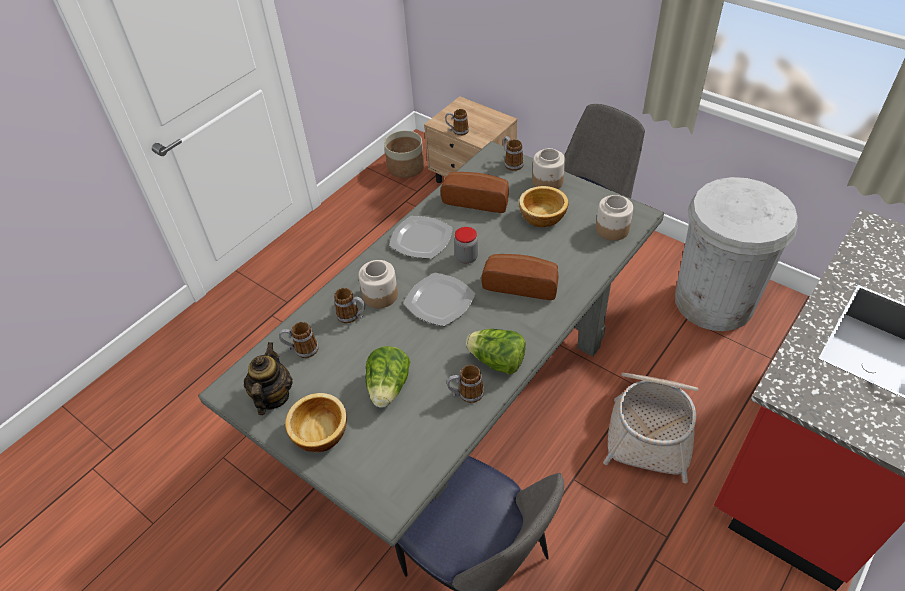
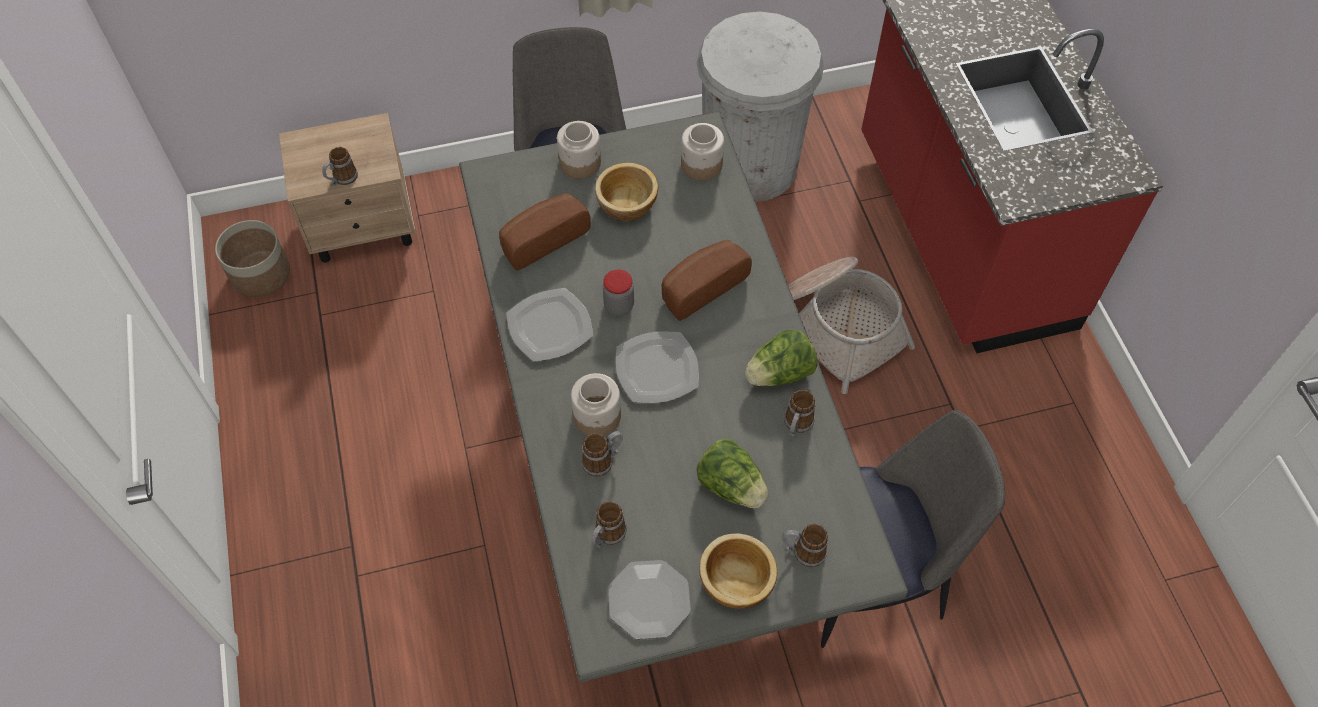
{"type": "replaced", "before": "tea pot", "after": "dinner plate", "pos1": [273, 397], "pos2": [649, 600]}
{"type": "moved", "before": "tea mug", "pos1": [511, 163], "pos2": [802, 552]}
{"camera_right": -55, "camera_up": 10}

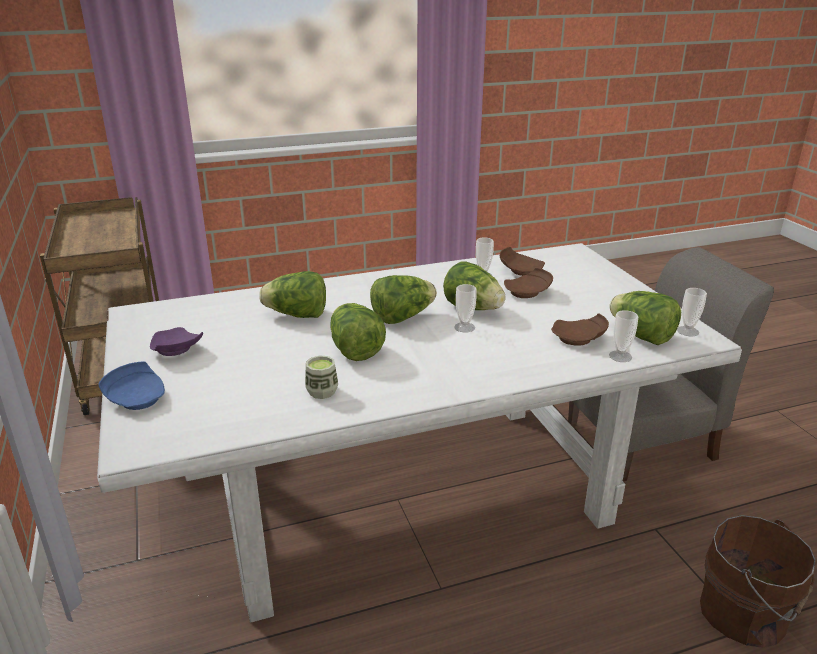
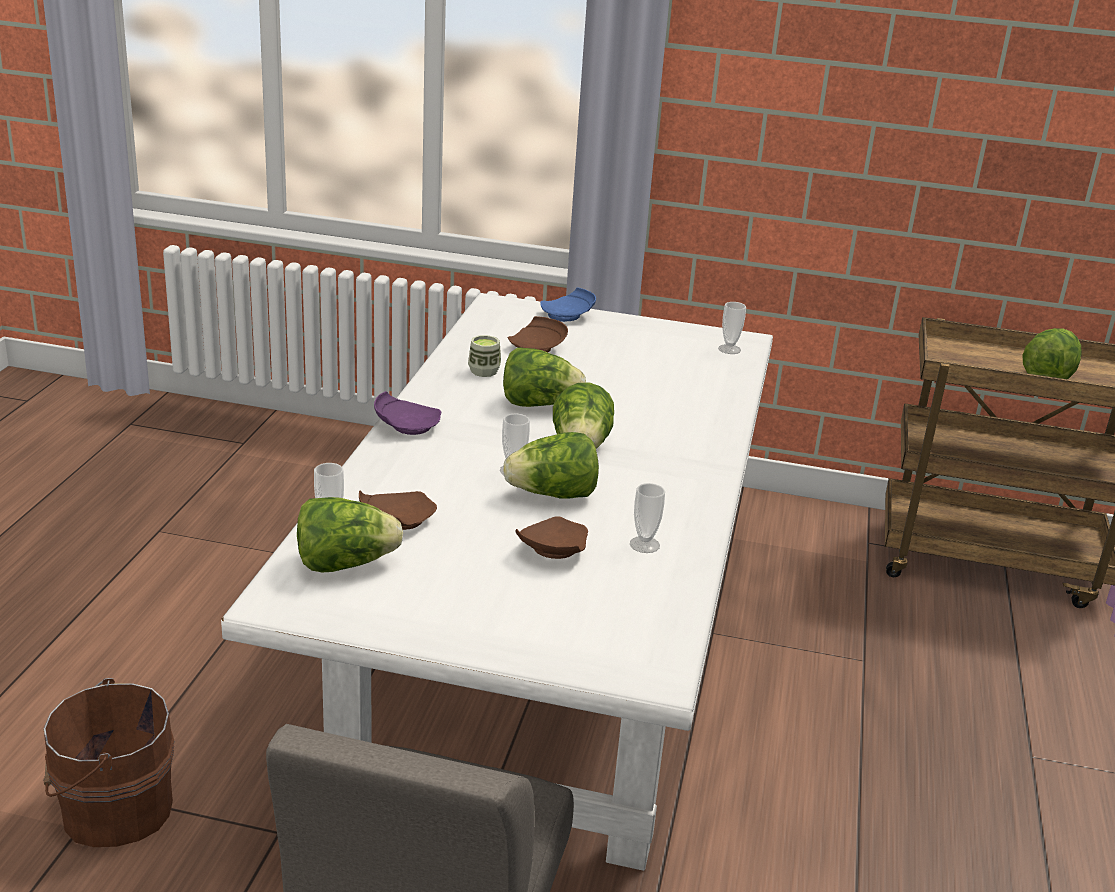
{"type": "moved", "before": "purple dinner plate", "pos1": [175, 351], "pos2": [406, 426]}
{"type": "moved", "before": "brown-coloured dinner plate", "pos1": [520, 270], "pos2": [537, 348]}
{"type": "moved", "before": "cup", "pos1": [687, 331], "pos2": [729, 349]}
{"type": "moved", "before": "lettuce", "pos1": [297, 315], "pos2": [1048, 375]}
{"camera_right": 120, "camera_up": 0}

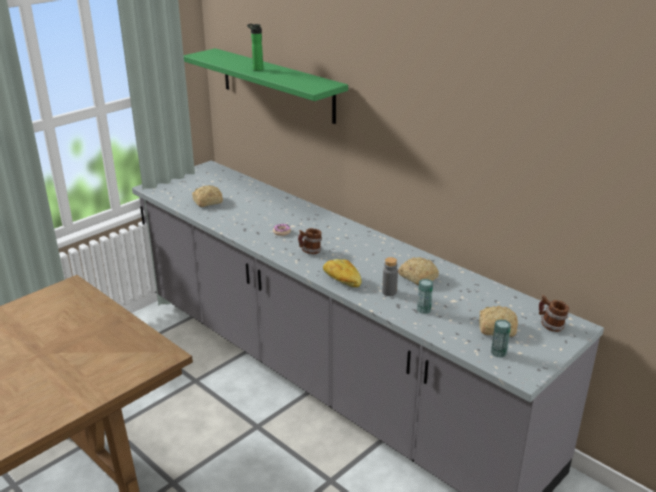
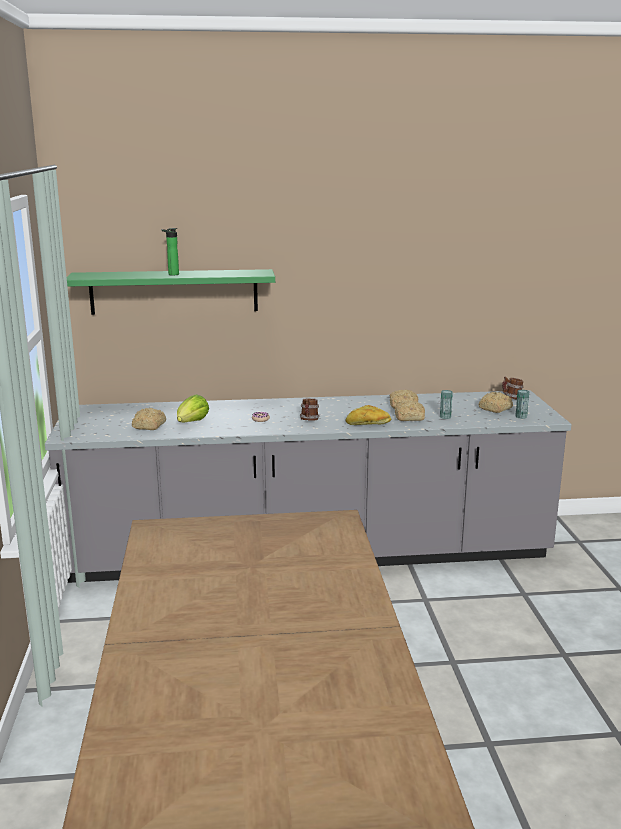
{"type": "added", "after": "lettuce", "pos2": [192, 423]}
{"type": "replaced", "before": "grey drink bottle", "after": "bakery bread", "pos1": [389, 292], "pos2": [408, 418]}
{"camera_right": -50, "camera_up": -10}

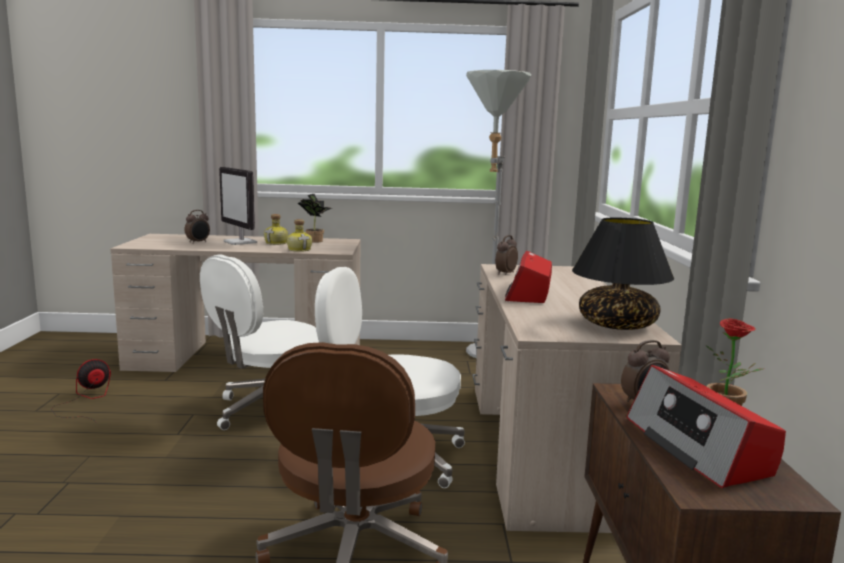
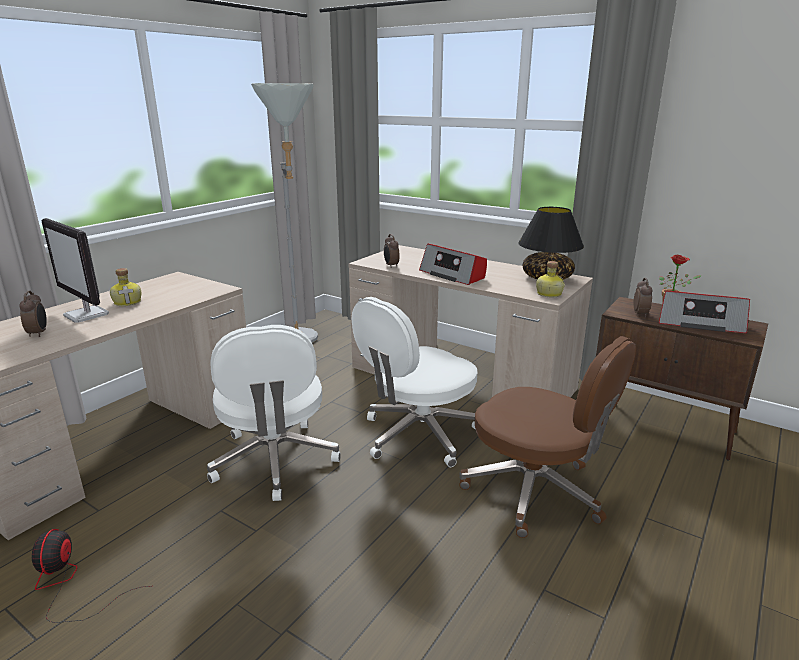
{"type": "turned", "before": "monitor", "pos1": [241, 242], "pos2": [87, 315], "turn": 45}
{"type": "moved", "before": "drink bottle", "pos1": [300, 250], "pos2": [548, 294]}
{"type": "removed", "before": "potted plant", "pos1": [314, 240]}
{"camera_right": -55, "camera_up": 10}

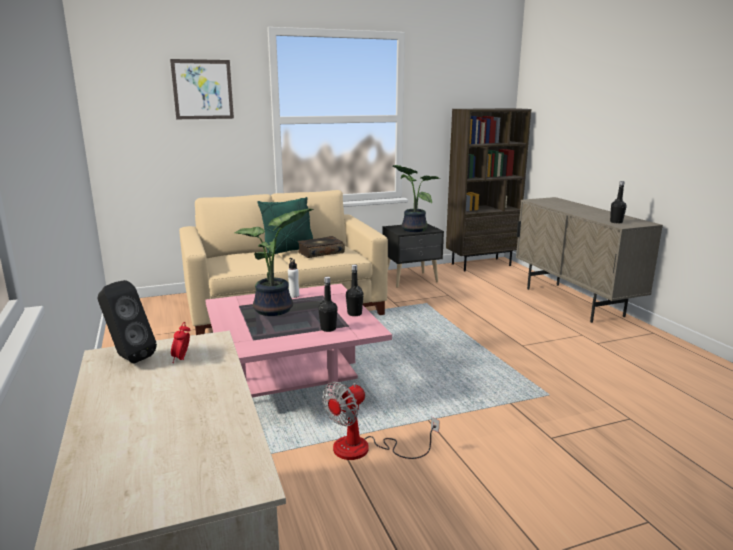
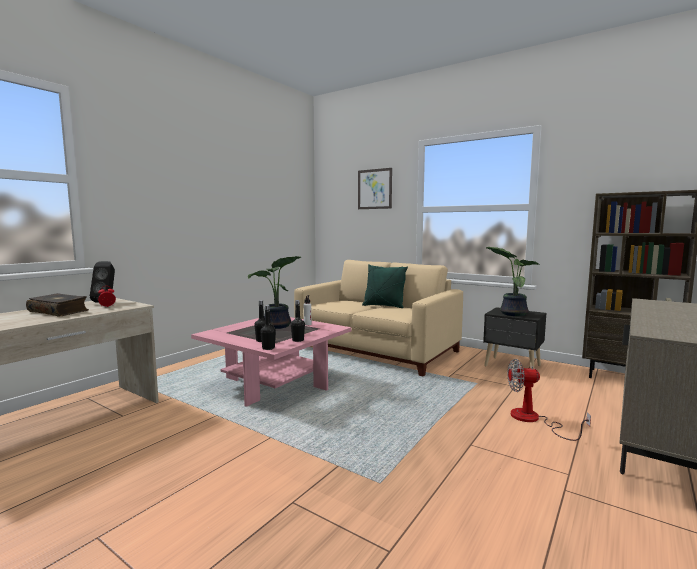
{"type": "moved", "before": "bound book", "pos1": [320, 252], "pos2": [59, 311]}
{"type": "moved", "before": "black drink bottle", "pos1": [616, 222], "pos2": [268, 348]}
{"type": "moved", "before": "electric fan", "pos1": [365, 449], "pos2": [533, 420]}
{"camera_right": 55, "camera_up": -10}

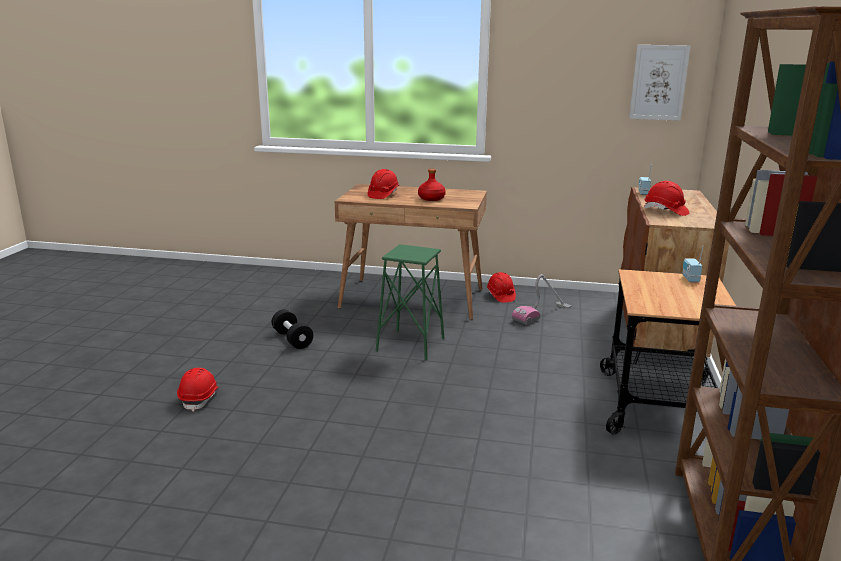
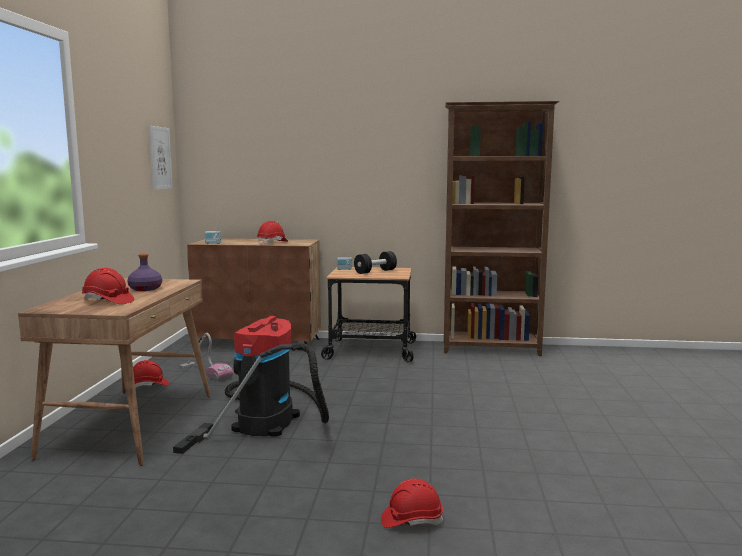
{"type": "recoloured", "before": "reddish drink bottle", "after": "purple drink bottle", "pos1": [431, 199], "pos2": [146, 289]}
{"type": "replaced", "before": "greenish sitting stool", "after": "vacuum", "pos1": [410, 345], "pos2": [267, 420]}
{"type": "moved", "before": "black hand weight", "pos1": [292, 339], "pos2": [375, 271]}
{"camera_right": -95, "camera_up": -10}

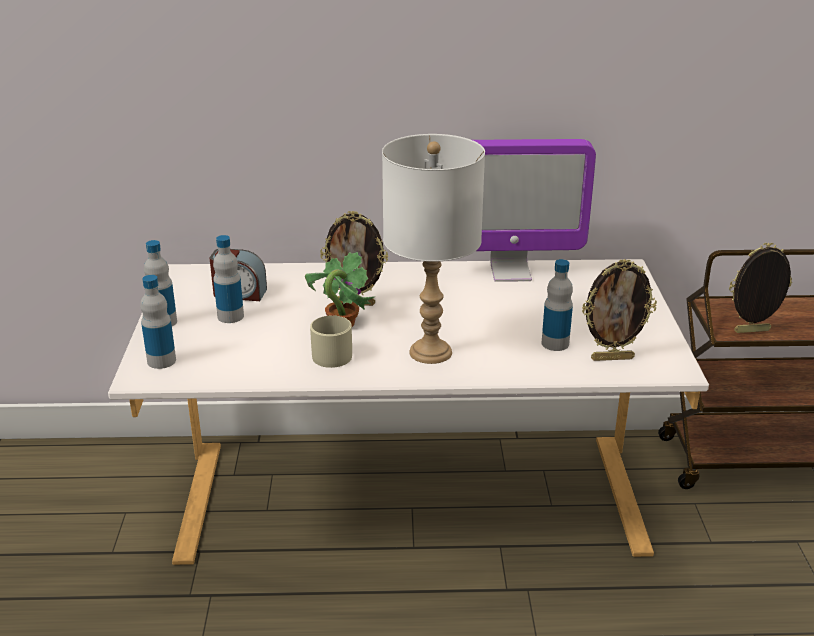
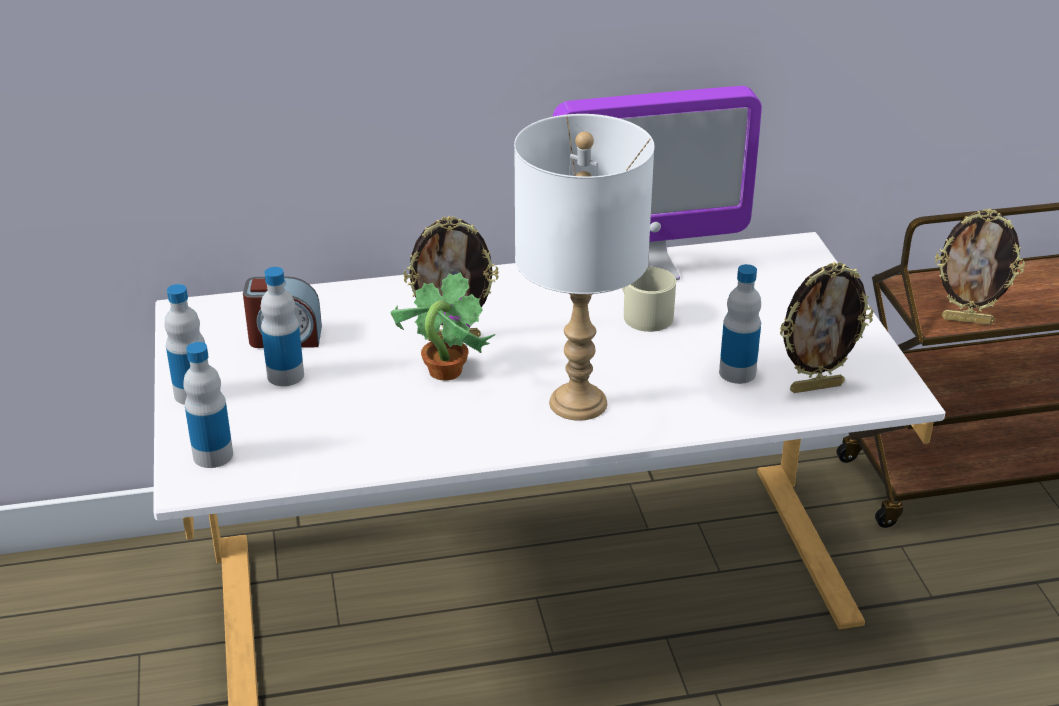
{"type": "moved", "before": "beige-coloured tea mug", "pos1": [329, 354], "pos2": [643, 315]}
{"type": "turned", "before": "picture frame", "pos1": [752, 332], "pos2": [967, 320], "turn": -150}
{"camera_right": -10, "camera_up": 5}

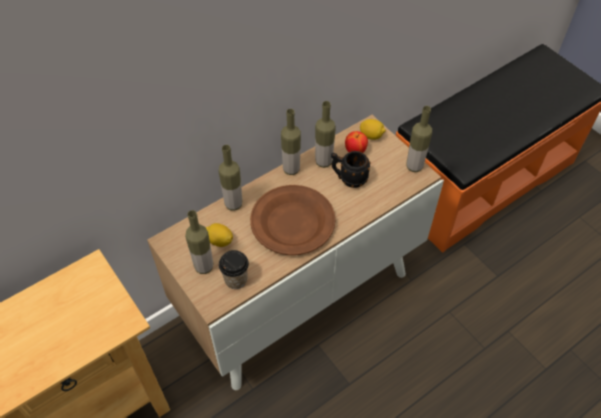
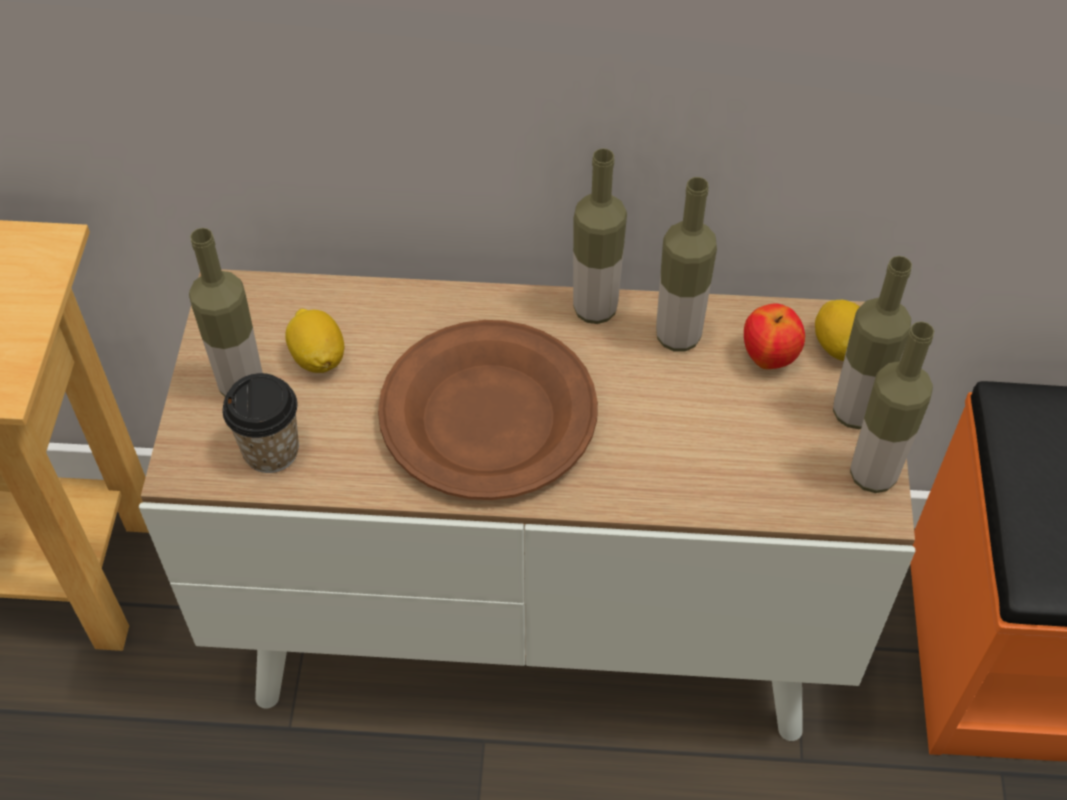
{"type": "moved", "before": "drink bottle", "pos1": [233, 204], "pos2": [855, 412]}
{"type": "removed", "before": "black tea mug", "pos1": [348, 179]}
{"camera_right": 40, "camera_up": 0}

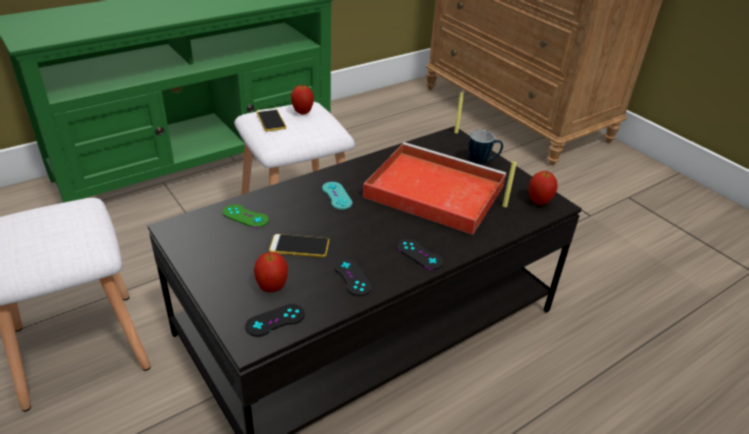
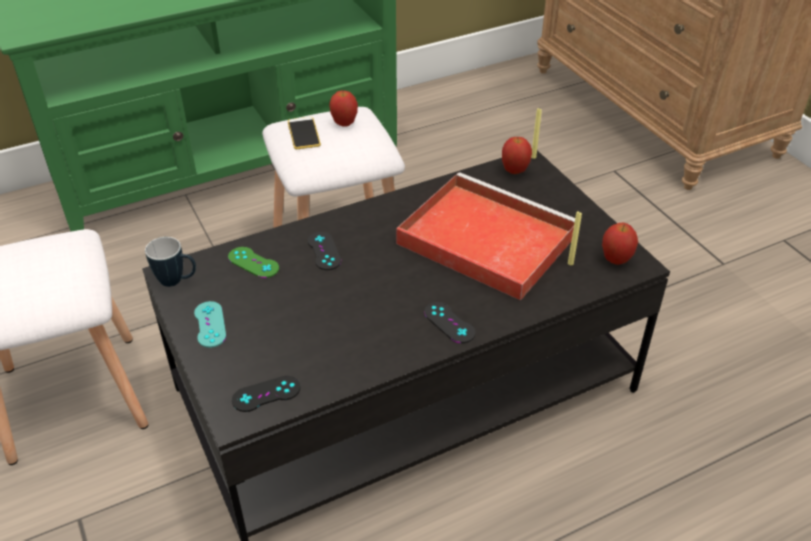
{"type": "moved", "before": "tea mug", "pos1": [482, 163], "pos2": [177, 281]}
{"type": "moved", "before": "turquoise-coloured game controller", "pos1": [337, 196], "pos2": [210, 324]}
{"type": "moved", "before": "black game controller", "pos1": [352, 277], "pos2": [324, 251]}
{"type": "moved", "before": "apple fruit", "pos1": [272, 288], "pos2": [514, 171]}
{"type": "removed", "before": "handset", "pos1": [299, 246]}
{"camera_right": 10, "camera_up": 5}

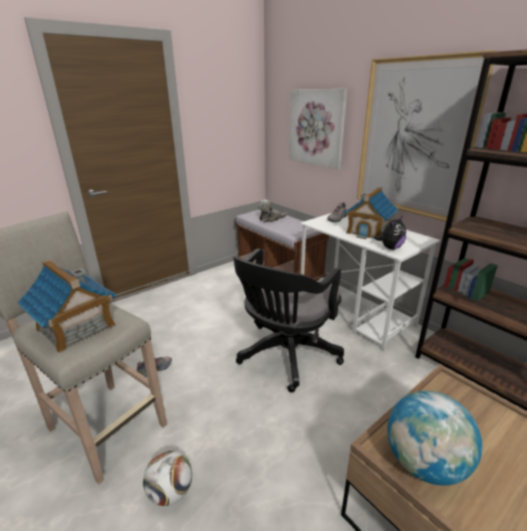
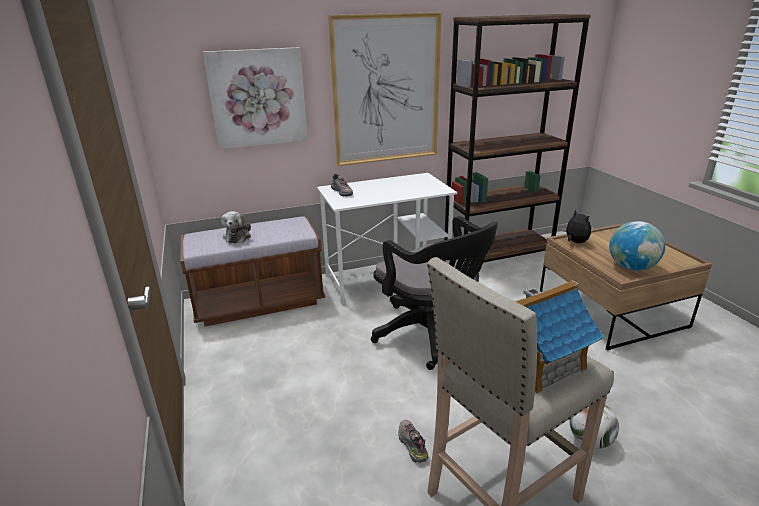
{"type": "moved", "before": "soft toy", "pos1": [390, 248], "pos2": [575, 242]}
{"type": "removed", "before": "toy house", "pos1": [368, 231]}
{"camera_right": -70, "camera_up": 0}

